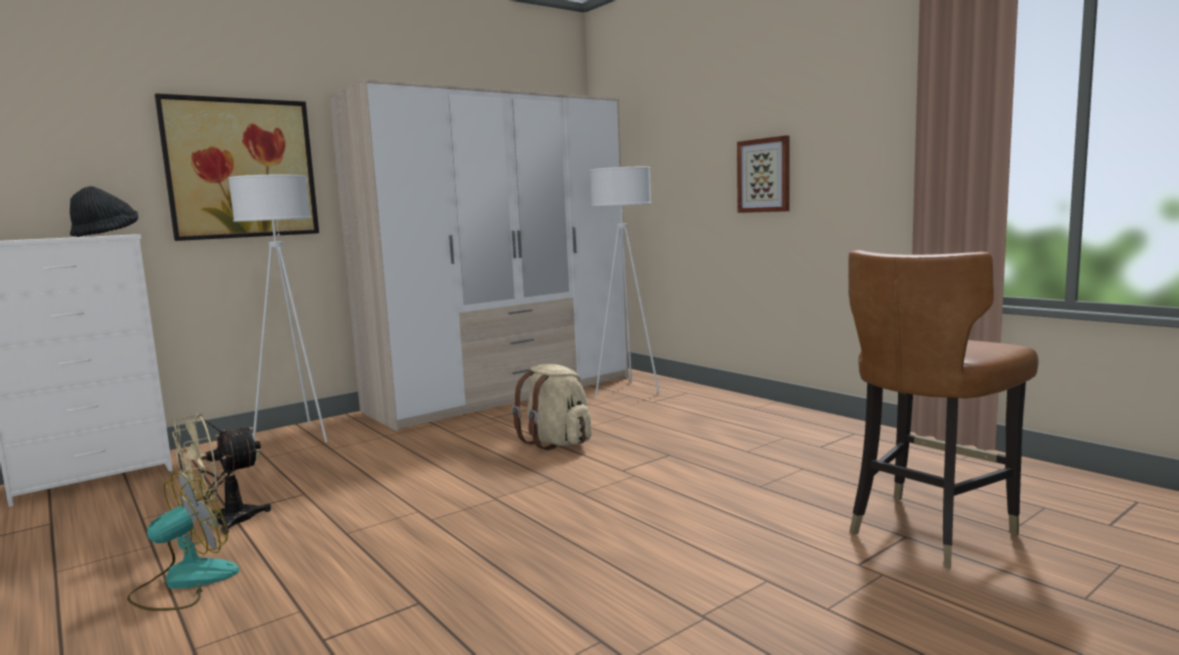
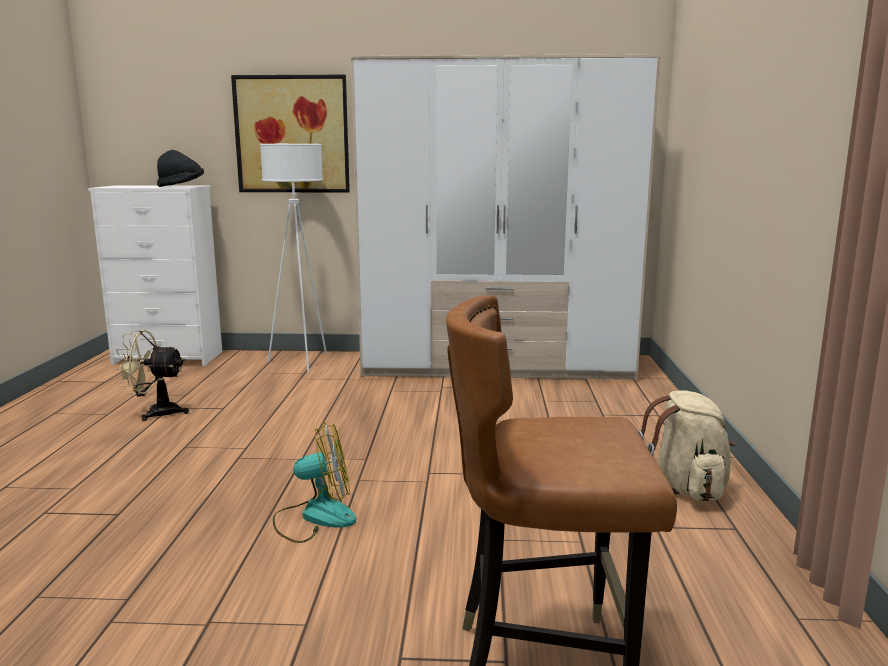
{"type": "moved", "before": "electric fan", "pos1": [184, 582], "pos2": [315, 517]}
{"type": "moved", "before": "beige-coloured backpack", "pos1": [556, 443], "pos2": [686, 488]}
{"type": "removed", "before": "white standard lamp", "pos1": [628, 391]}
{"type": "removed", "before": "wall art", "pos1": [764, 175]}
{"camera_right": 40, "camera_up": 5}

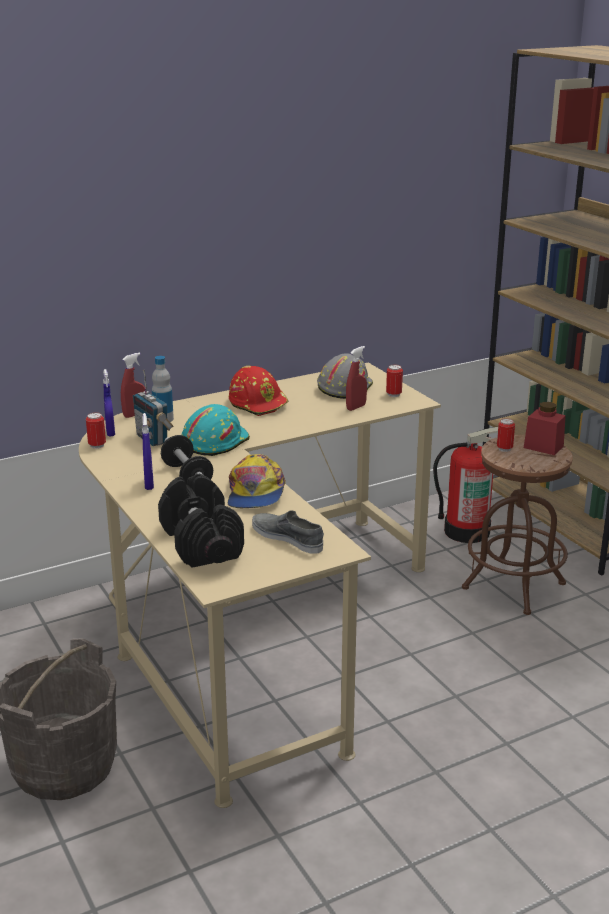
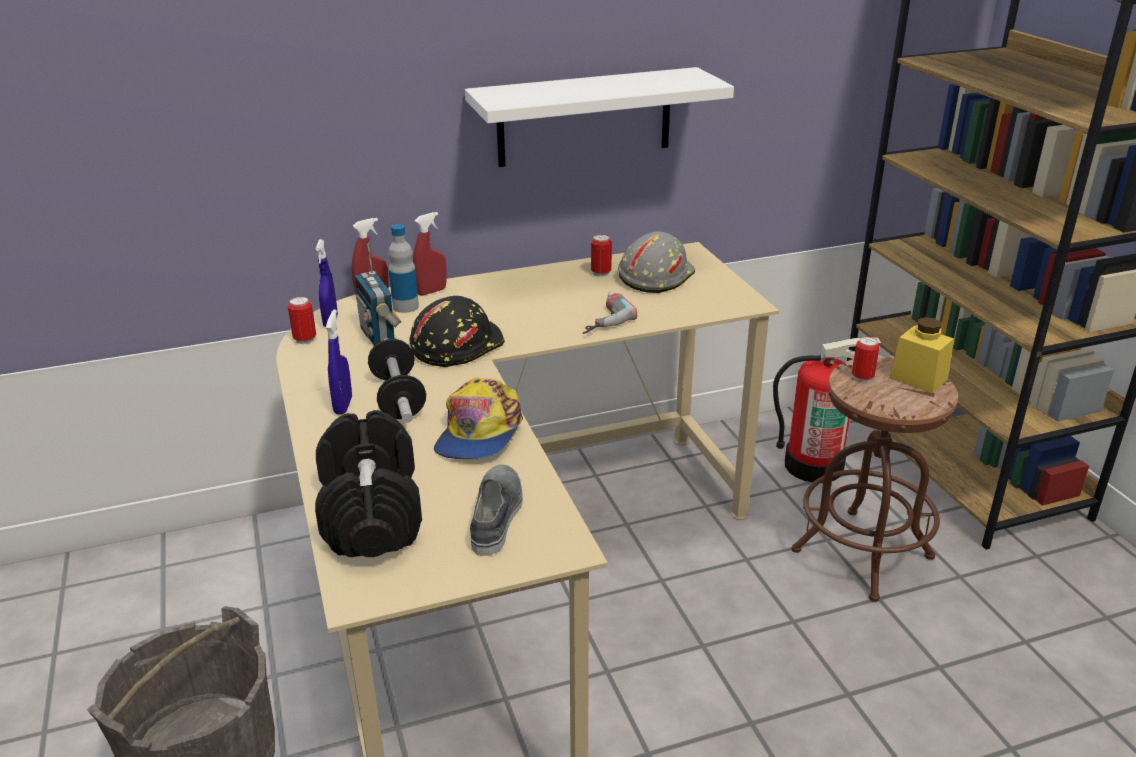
{"type": "recoloured", "before": "turquoise-coloured work helmet", "after": "black work helmet", "pos1": [214, 442], "pos2": [456, 346]}
{"type": "moved", "before": "reddish spray bottle", "pos1": [356, 407], "pos2": [431, 291]}
{"type": "added", "after": "white shelf", "pos2": [584, 117]}
{"type": "turned", "before": "grey low shoe", "pos1": [288, 537], "pos2": [496, 515], "turn": 45}
{"type": "added", "after": "power drill", "pos2": [599, 318]}
{"type": "moved", "before": "can", "pos1": [393, 394], "pos2": [601, 273]}
{"type": "recoloured", "before": "reddish preserve jar", "after": "yellow preserve jar", "pos1": [543, 447], "pos2": [918, 378]}
{"type": "removed", "before": "reddish work helmet", "pos1": [258, 403]}
{"camera_right": 10, "camera_up": 5}

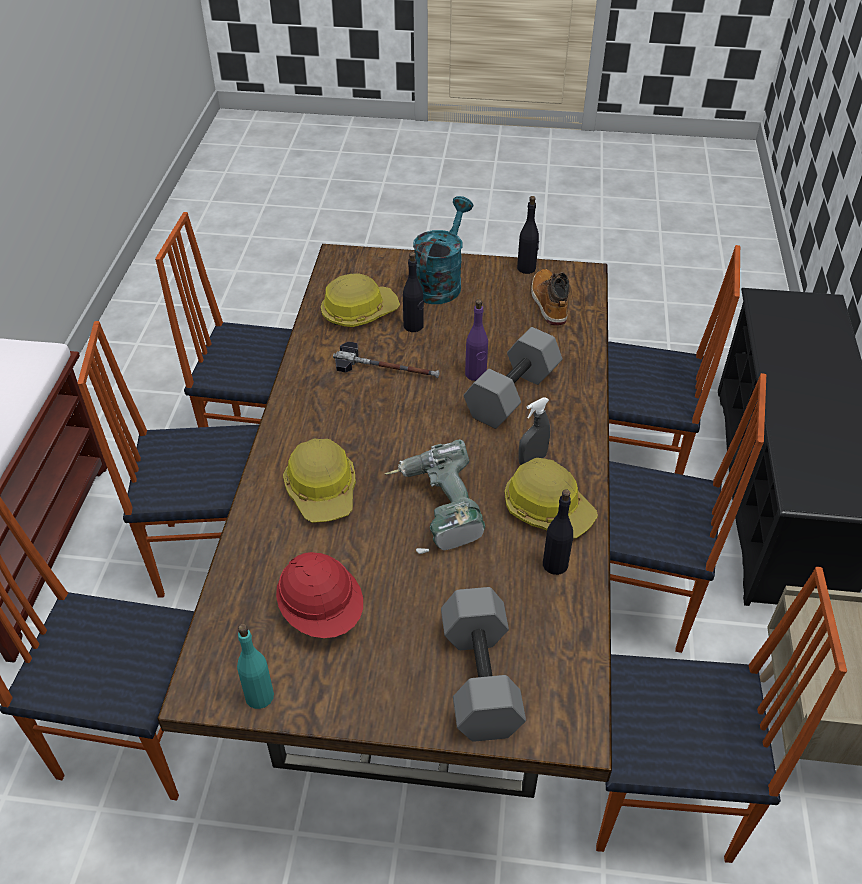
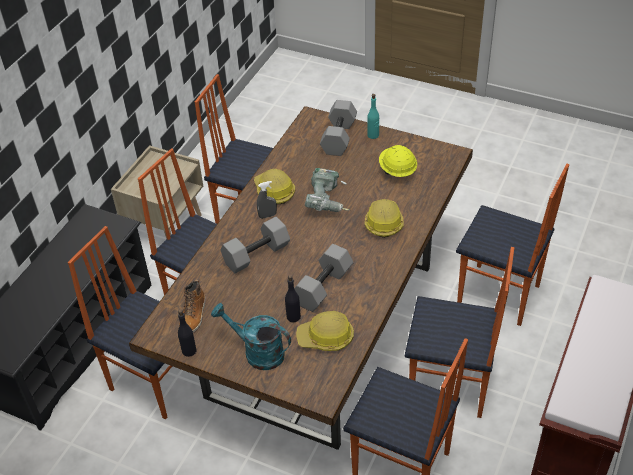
{"type": "turned", "before": "turquoise-coloured watering pot", "pos1": [440, 282], "pos2": [257, 352], "turn": 75}
{"type": "replaced", "before": "hand hammer", "after": "grey hand weight", "pos1": [386, 368], "pos2": [323, 288]}
{"type": "moved", "before": "turquoise-coloured drink bottle", "pos1": [259, 696], "pos2": [373, 135]}
{"type": "recoloured", "before": "reddish work helmet", "after": "yellow work helmet", "pos1": [322, 611], "pos2": [397, 171]}
{"type": "removed", "before": "purple drink bottle", "pos1": [475, 374]}
{"type": "removed", "before": "black drink bottle", "pos1": [555, 564]}
{"camera_right": -160, "camera_up": 0}

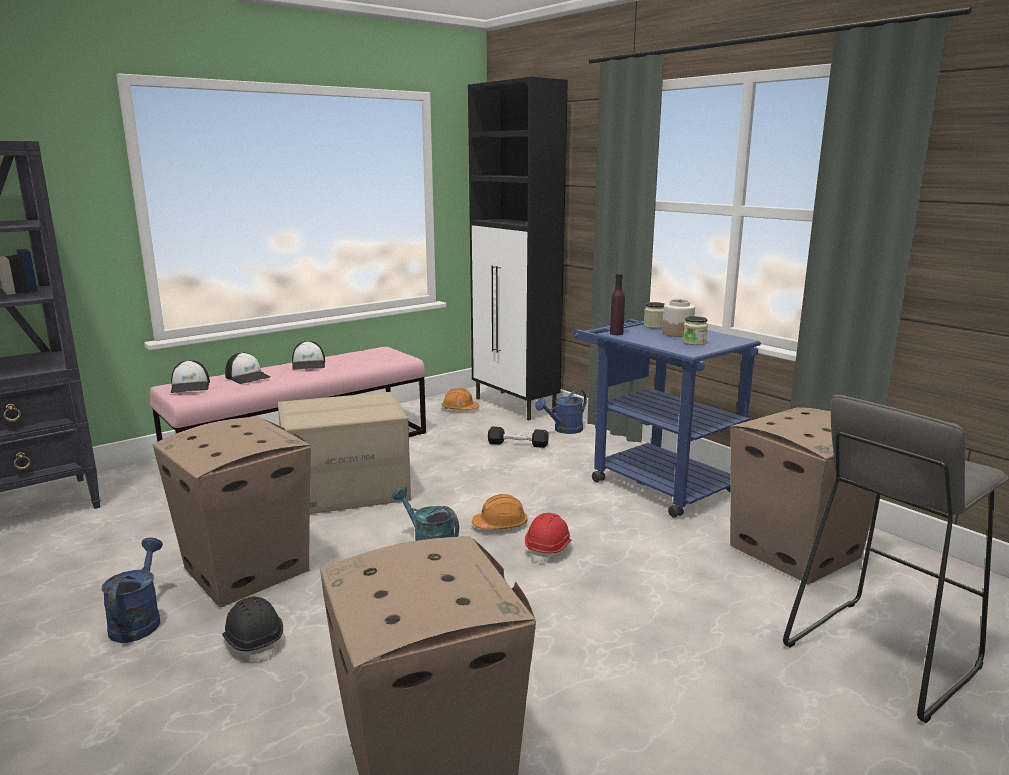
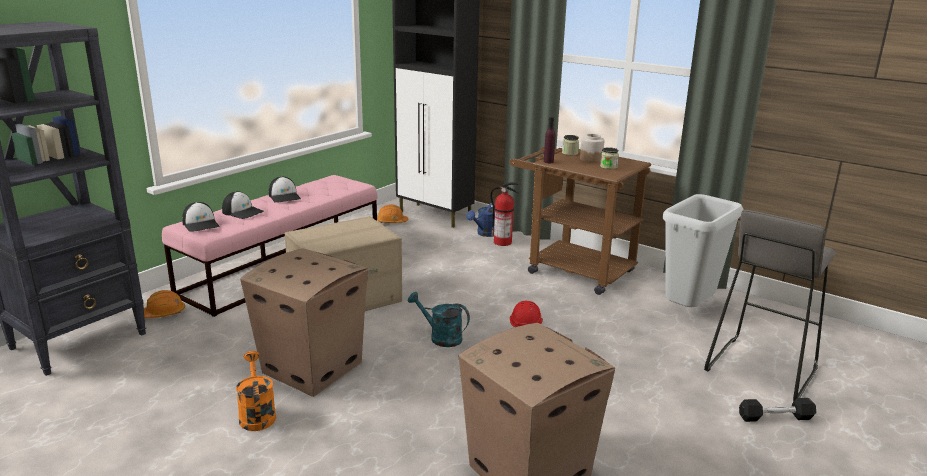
{"type": "moved", "before": "orange work helmet", "pos1": [500, 525], "pos2": [164, 313]}
{"type": "recoloured", "before": "bluish watering pot", "after": "orange watering pot", "pos1": [138, 620], "pos2": [256, 414]}
{"type": "added", "after": "extinguisher", "pos2": [503, 242]}
{"type": "recoloured", "before": "bluish trolley", "after": "brown-coloured trolley", "pos1": [653, 481], "pos2": [572, 269]}
{"type": "replaced", "before": "packing box", "after": "grey trash can", "pos1": [796, 551], "pos2": [687, 310]}
{"type": "moved", "before": "black hand weight", "pos1": [518, 444], "pos2": [775, 417]}
{"type": "removed", "before": "black work helmet", "pos1": [254, 642]}
{"camera_right": -15, "camera_up": 5}

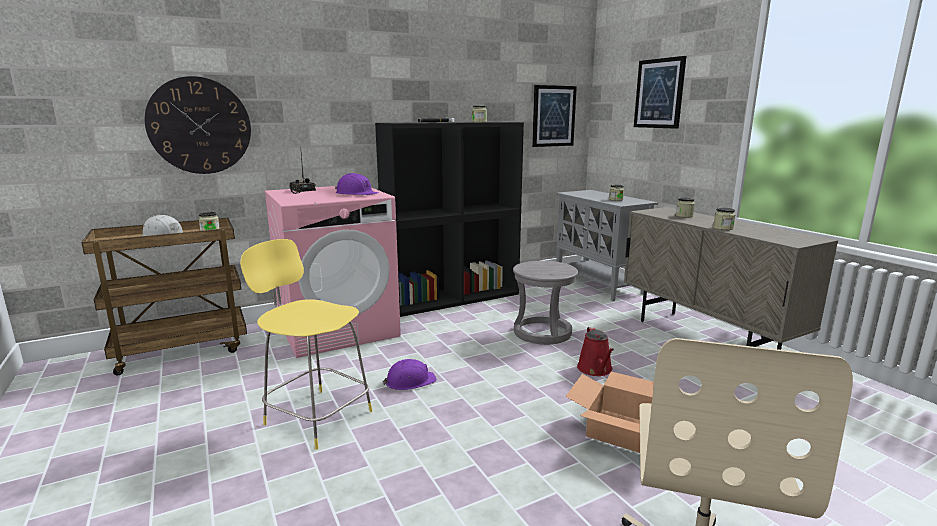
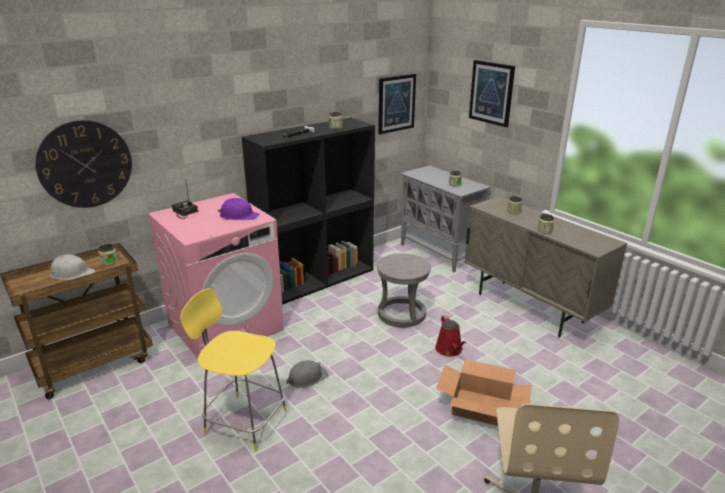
{"type": "recoloured", "before": "purple work helmet", "after": "grey work helmet", "pos1": [410, 381], "pos2": [307, 378]}
{"camera_right": -10, "camera_up": 10}

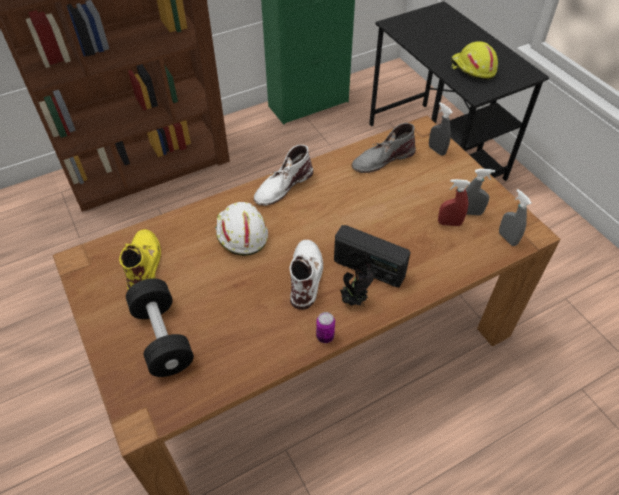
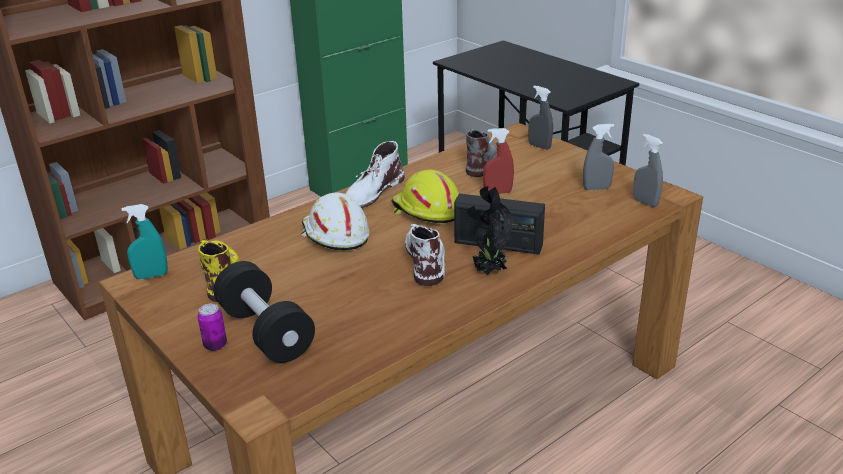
{"type": "added", "after": "turquoise-coloured spray bottle", "pos2": [151, 276]}
{"type": "moved", "before": "can", "pos1": [325, 336], "pos2": [215, 345]}
{"type": "moved", "before": "yellow work helmet", "pos1": [472, 69], "pos2": [426, 211]}
{"type": "turned", "before": "grey tall boot", "pos1": [382, 159], "pos2": [480, 159], "turn": 135}
{"type": "moved", "before": "reddish spray bottle", "pos1": [449, 223], "pos2": [497, 192]}
{"camera_right": -10, "camera_up": -20}

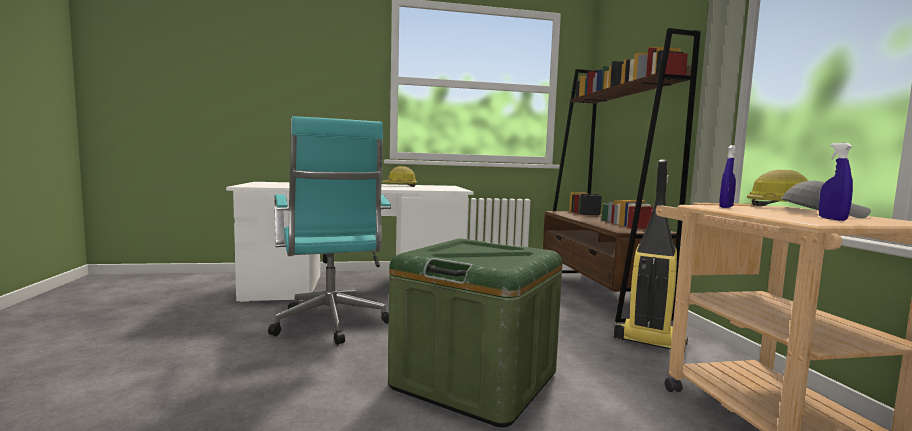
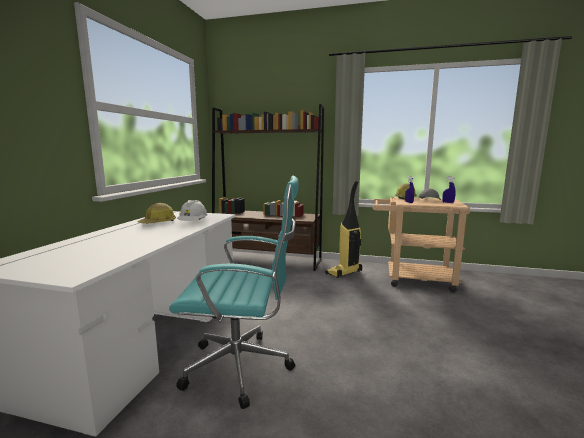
{"type": "added", "after": "white work helmet", "pos2": [193, 223]}
{"type": "removed", "before": "greenish storage container", "pos1": [475, 379]}
{"camera_right": -65, "camera_up": 5}

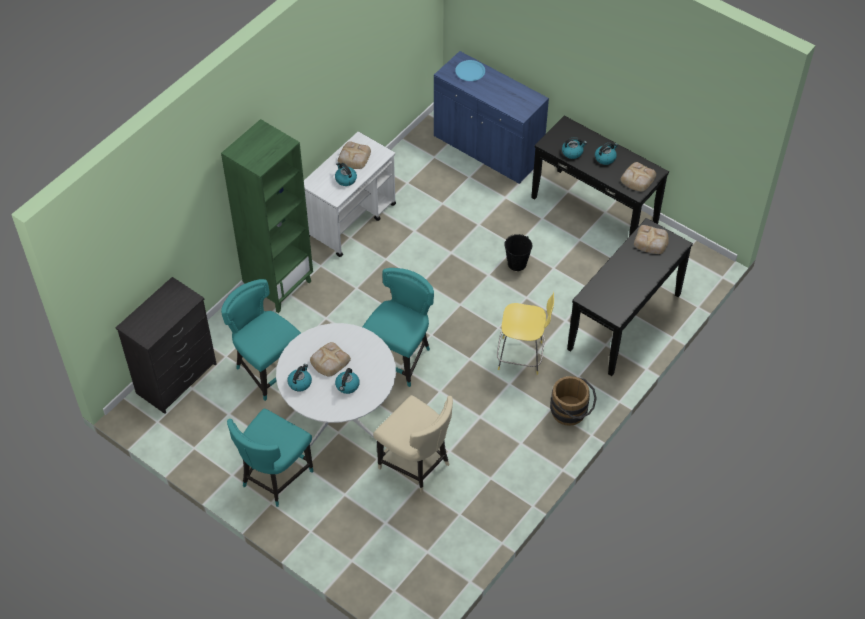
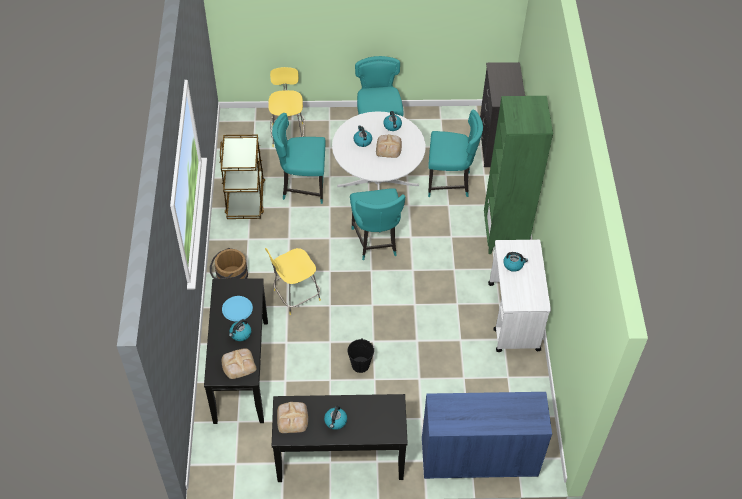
{"type": "added", "after": "brown-coloured trolley", "pos2": [245, 199]}
{"type": "moved", "before": "bluish dinner plate", "pos1": [470, 71], "pos2": [237, 309]}
{"type": "moved", "before": "tea kettle", "pos1": [572, 152], "pos2": [240, 334]}
{"type": "added", "after": "yellow sitting stool", "pos2": [288, 134]}
{"type": "recoloured", "before": "beige-coloured plain chair", "after": "turquoise-coloured plain chair", "pos1": [416, 465], "pos2": [302, 187]}
{"type": "removed", "before": "bakery bread", "pos1": [353, 157]}
{"camera_right": 140, "camera_up": 0}

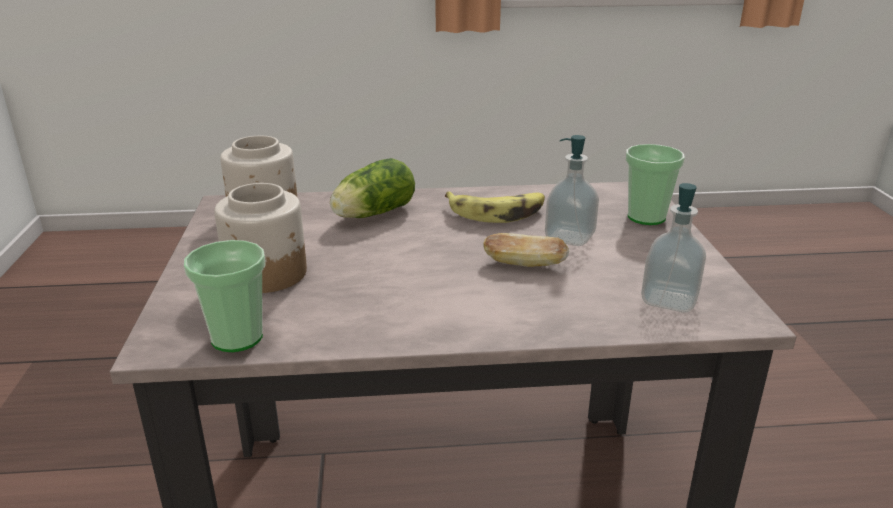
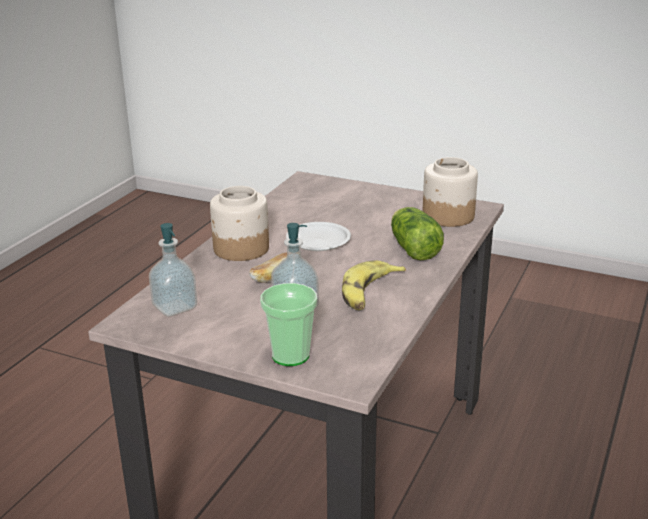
{"type": "moved", "before": "preserve jar", "pos1": [267, 273], "pos2": [241, 249]}
{"type": "added", "after": "white dinner plate", "pos2": [318, 241]}
{"type": "removed", "before": "cup", "pos1": [237, 338]}
{"camera_right": 120, "camera_up": 0}

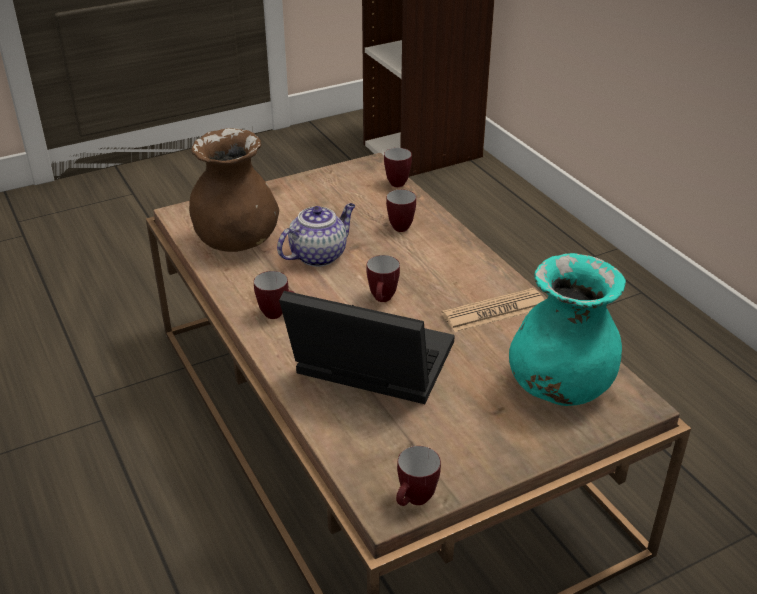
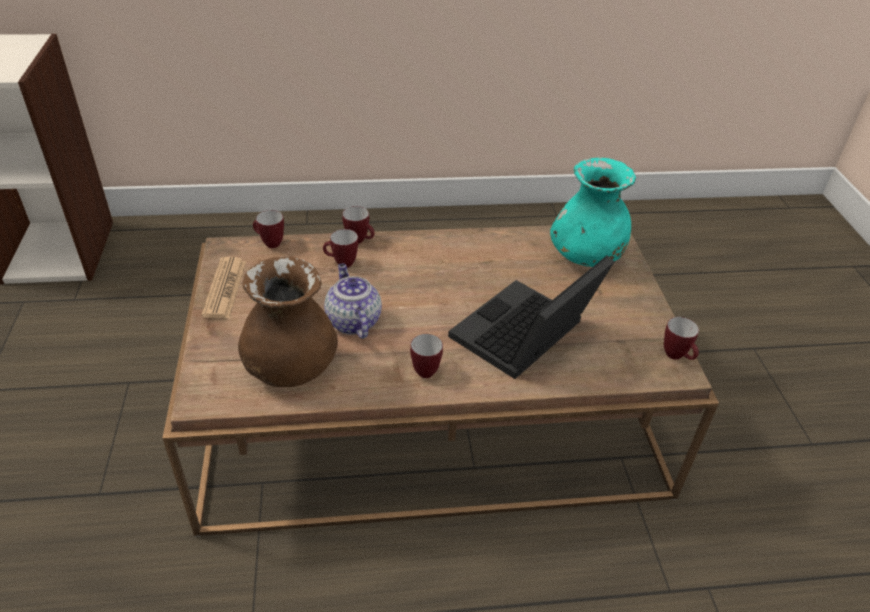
{"type": "moved", "before": "printed paper", "pos1": [494, 311], "pos2": [225, 288]}
{"type": "moved", "before": "tea mug", "pos1": [382, 300], "pos2": [360, 241]}
{"camera_right": -70, "camera_up": 5}

